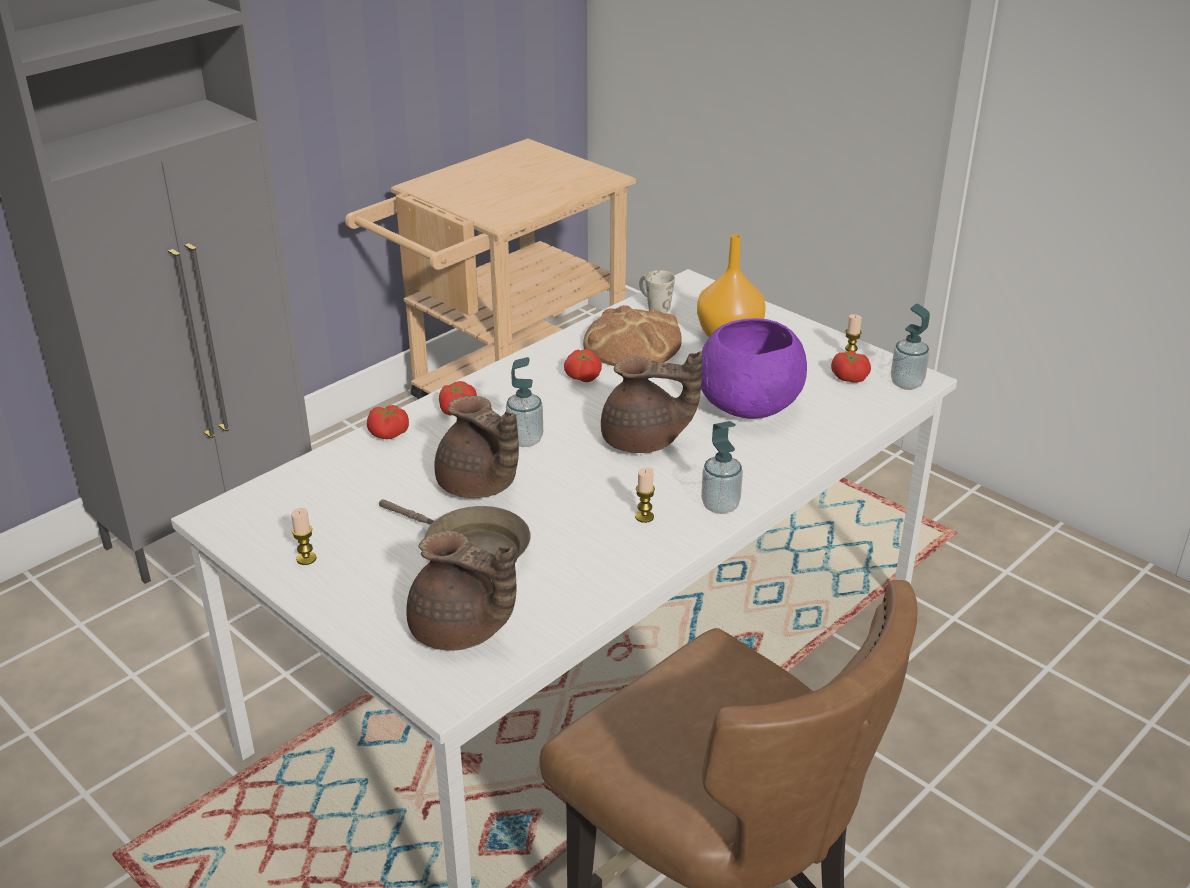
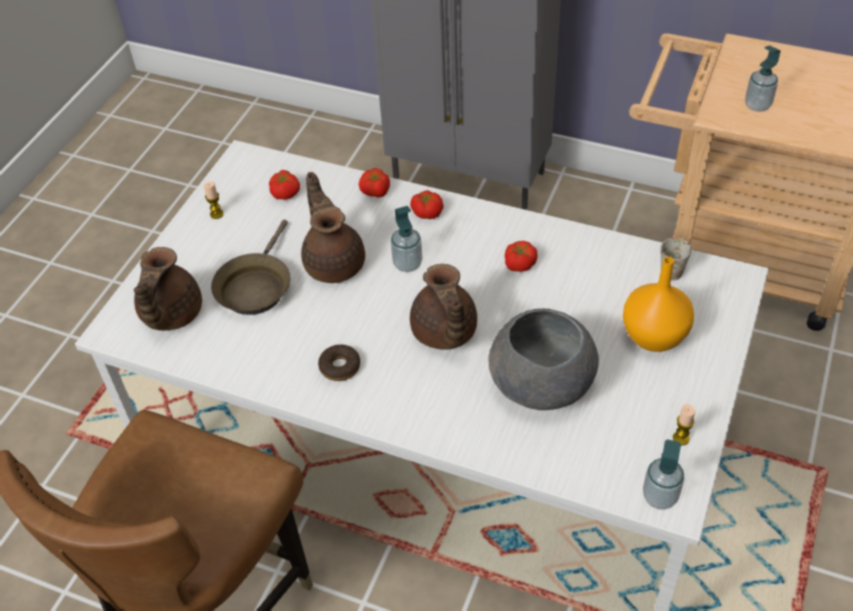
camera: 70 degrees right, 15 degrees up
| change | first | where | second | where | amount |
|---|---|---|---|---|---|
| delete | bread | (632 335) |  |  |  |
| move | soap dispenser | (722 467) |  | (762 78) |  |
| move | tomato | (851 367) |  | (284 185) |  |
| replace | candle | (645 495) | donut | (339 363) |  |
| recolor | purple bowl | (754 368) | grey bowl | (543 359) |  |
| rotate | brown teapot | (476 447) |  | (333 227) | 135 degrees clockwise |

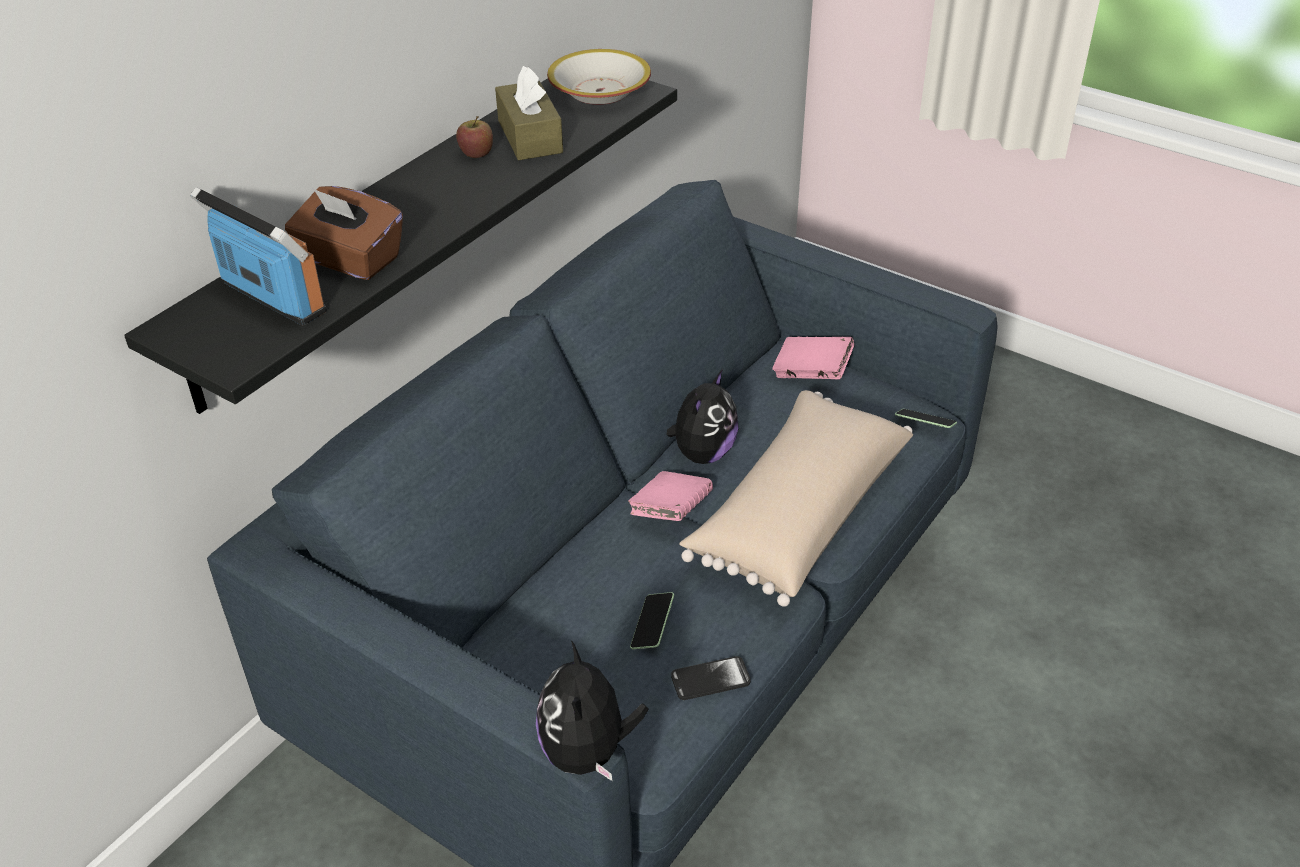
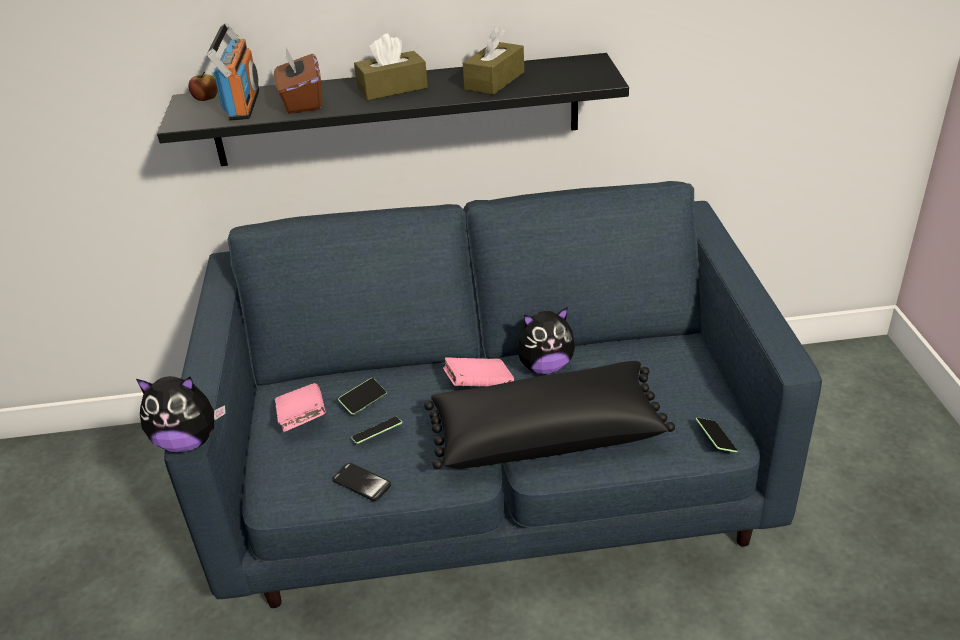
camera: 50 degrees right, 5 degrees down
| change | first | where | second | where | amount |
|---|---|---|---|---|---|
| delete | bowl | (599 77) |  |  |  |
| insert |  |  | phone | (362 396) |  |
| insert |  |  | brown tissue box | (391 67) |  |
| move | apple | (474 137) |  | (203 86) |  |
| move | pink book | (813 357) |  | (300 407) |  |
| recolor | beige pillow | (796 498) | black pillow | (549 415) |  |
| rotate | plush toy | (592 711) |  | (181 414) | 135 degrees counterclockwise |

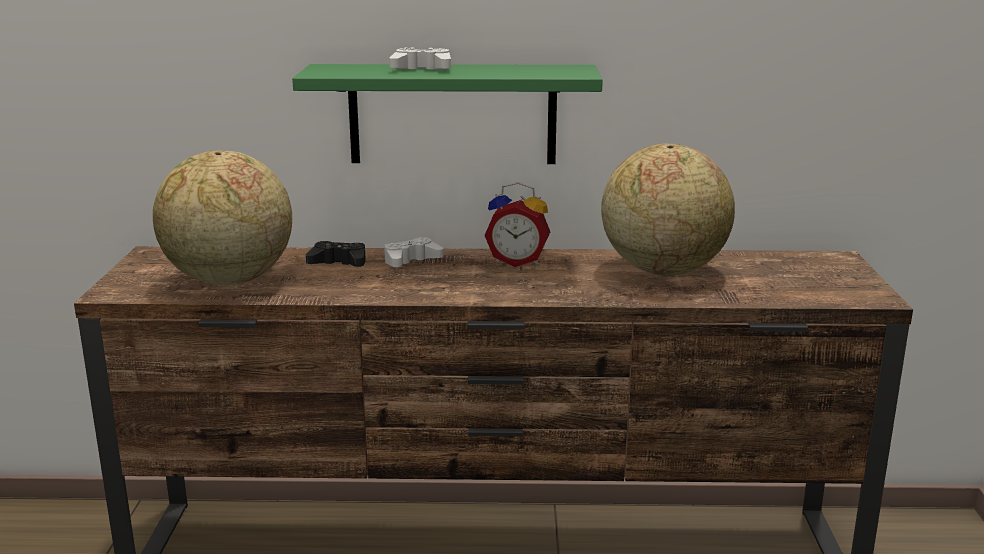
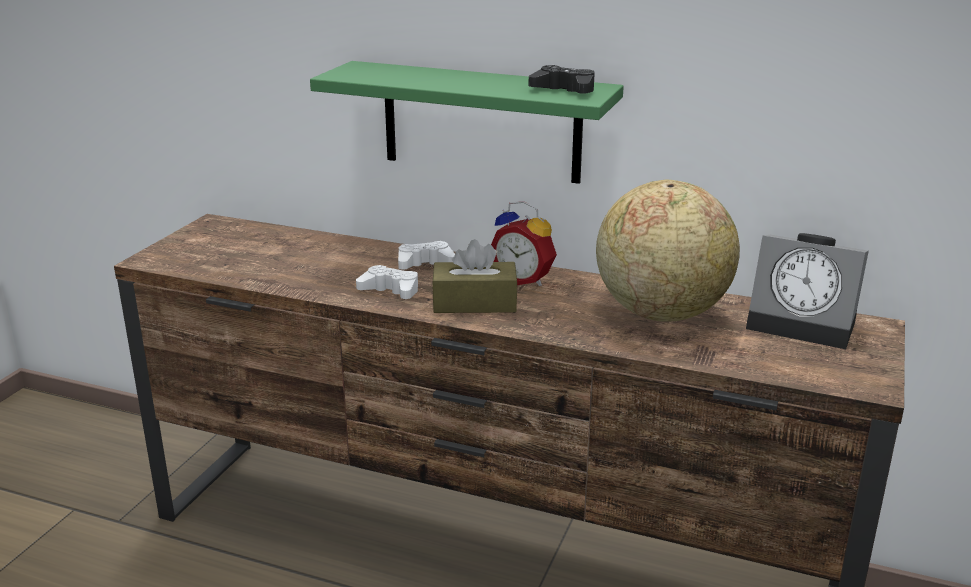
camera: 20 degrees right, 5 degrees up
| change | first | where | second | where | amount |
|---|---|---|---|---|---|
| delete | globe | (222 217) |  |  |  |
| insert |  |  | brown tissue box | (475 276) |  |
| insert |  |  | alarm clock | (807 291) |  |
| move | black game controller | (336 254) |  | (562 79) |  |
| move | white game controller | (420 58) |  | (387 282) |  |

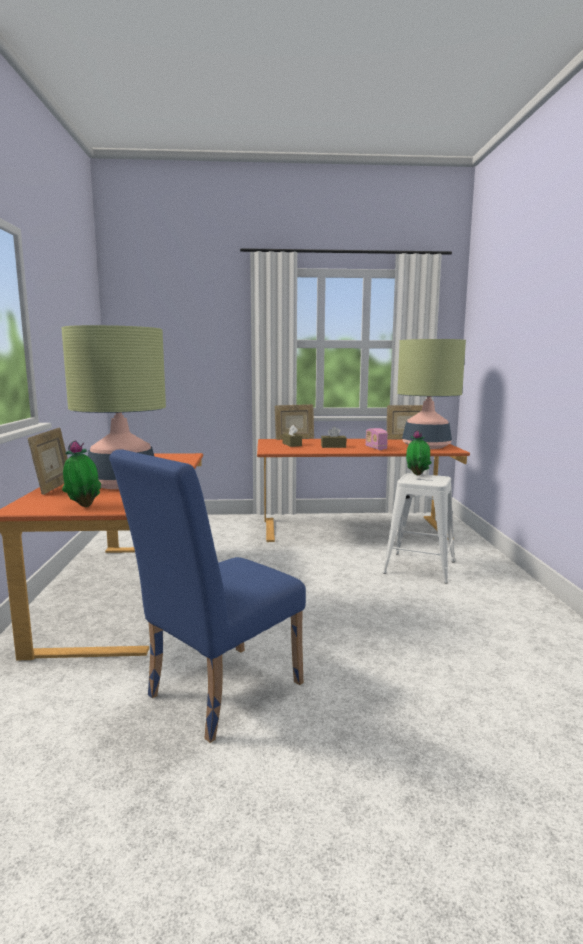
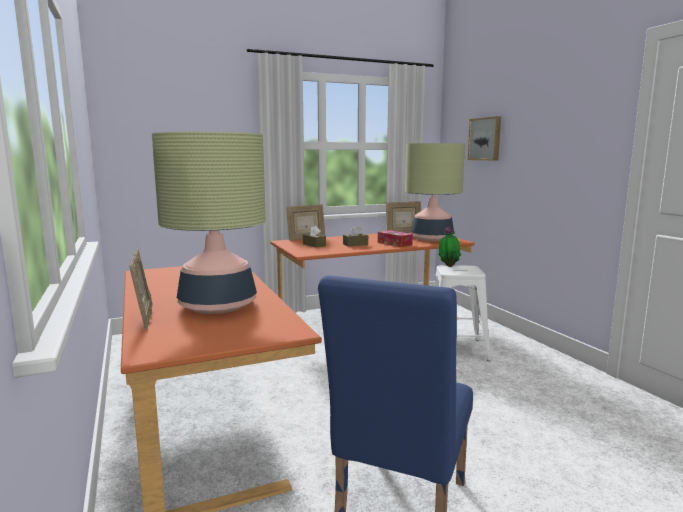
camera: 20 degrees left, 0 degrees up
| change | first | where | second | where | amount |
|---|---|---|---|---|---|
| delete | potted plant | (81 473) |  |  |  |
| insert |  |  | picture | (484 138) |  |
| replace | radio | (376 439) | tissue box | (395 238) |  |

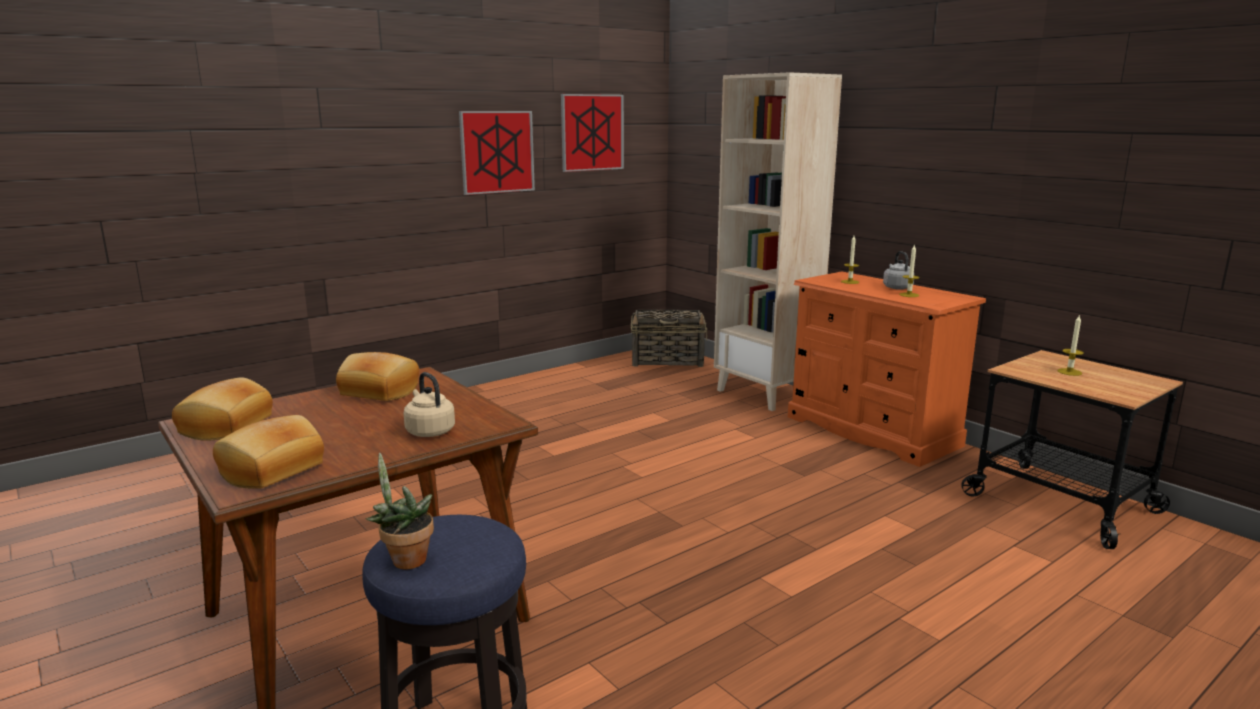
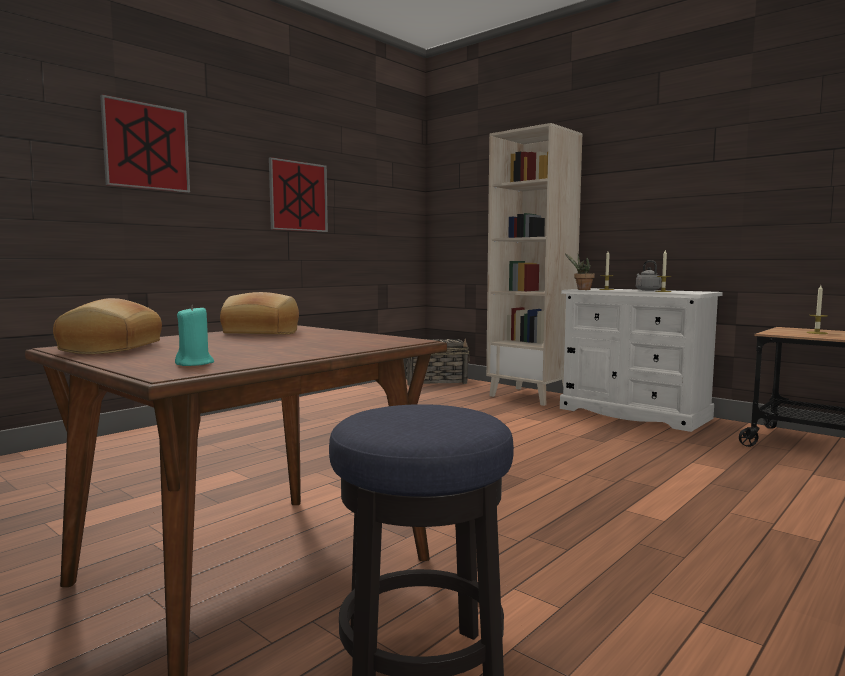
camera: 10 degrees left, 10 degrees down
| change | first | where | second | where | amount |
|---|---|---|---|---|---|
| delete | beige kettle | (429 404) |  |  |  |
| move | potted plant | (400 511) |  | (580 272) |  |
| move | picture | (592 133) |  | (145 143) |  |
| replace | bread | (268 452) | turquoise candle | (194 335) |  |
| recolor | orange dresser | (887 369) | white dresser | (641 360) |  |

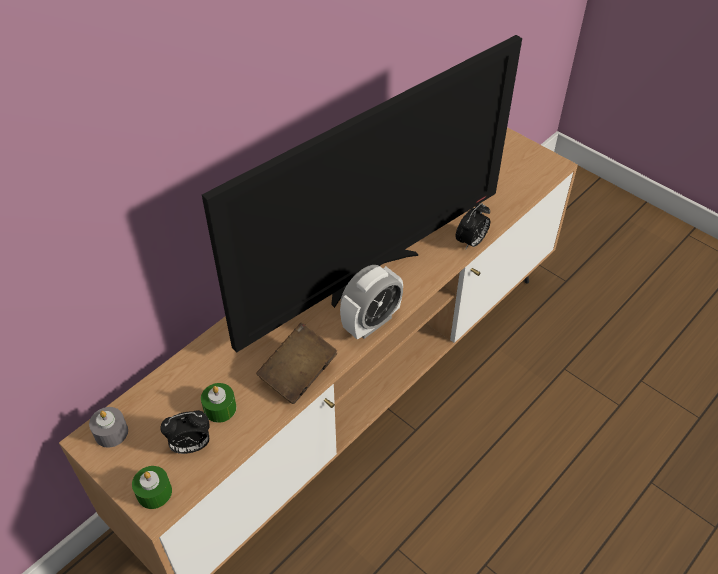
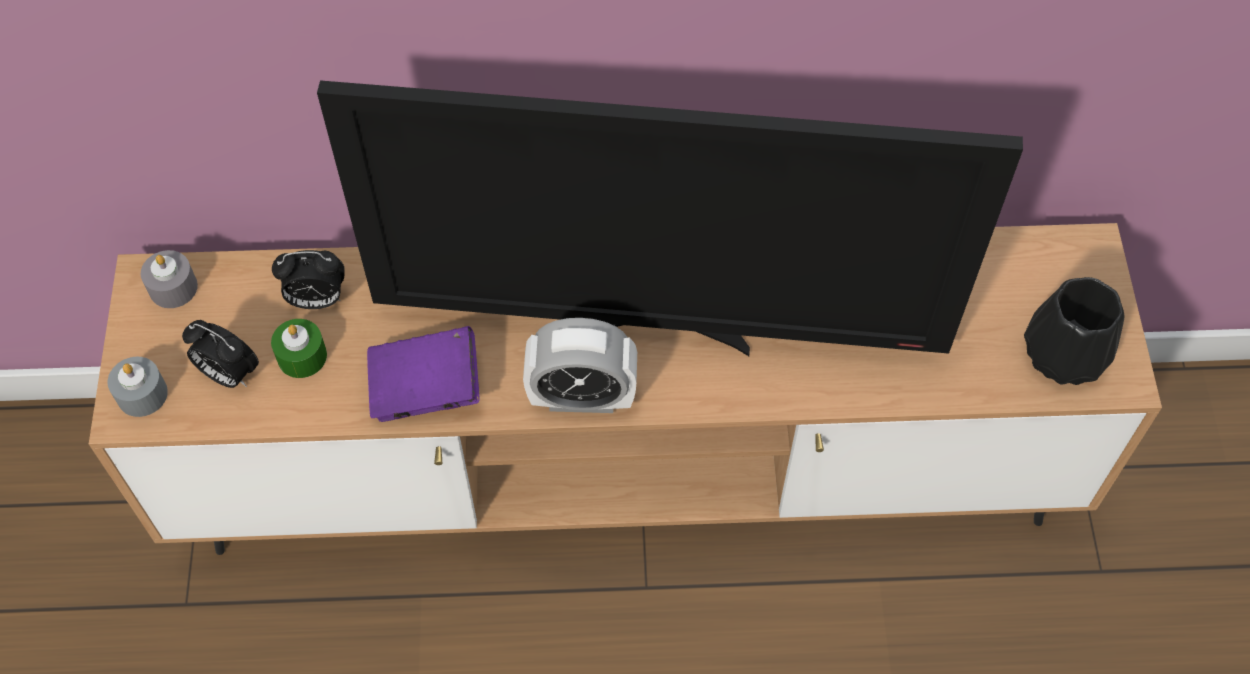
camera: 45 degrees right, 10 degrees up
| change | first | where | second | where | amount |
|---|---|---|---|---|---|
| insert |  |  | black vase | (1074 331) |  |
| move | alarm clock | (473 226) |  | (308 279) |  |
| recolor | green candle | (152 487) | grey candle | (138 387) |  |
| recolor | brown book | (296 363) | purple book | (423 374) |  |

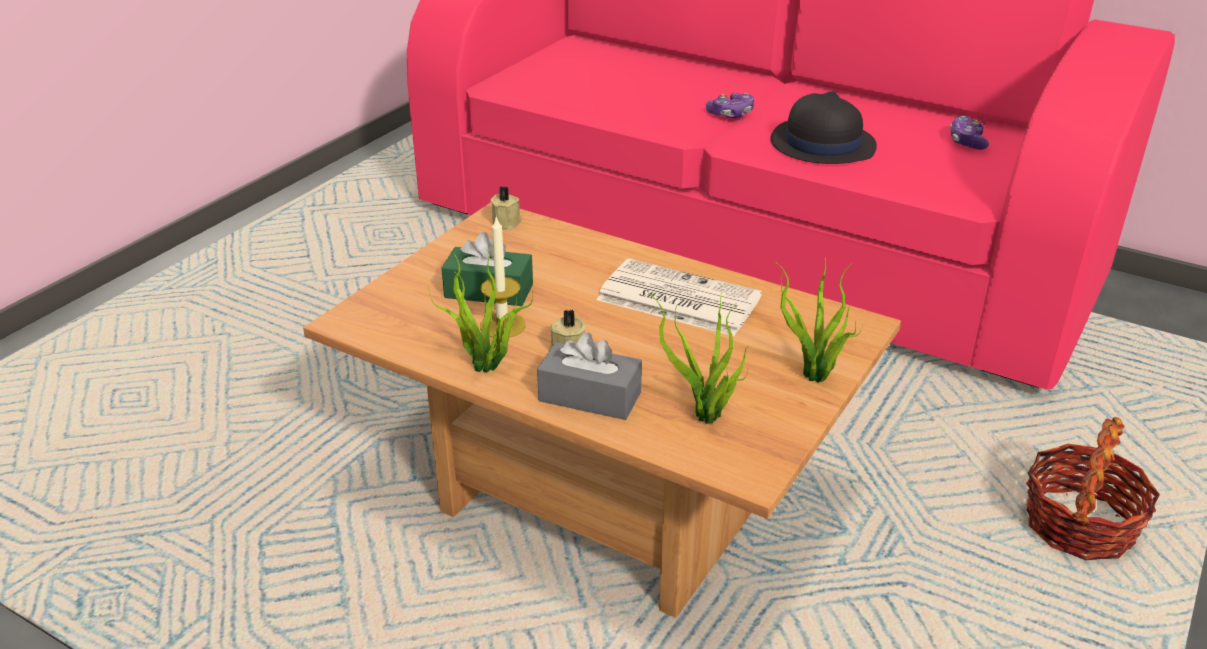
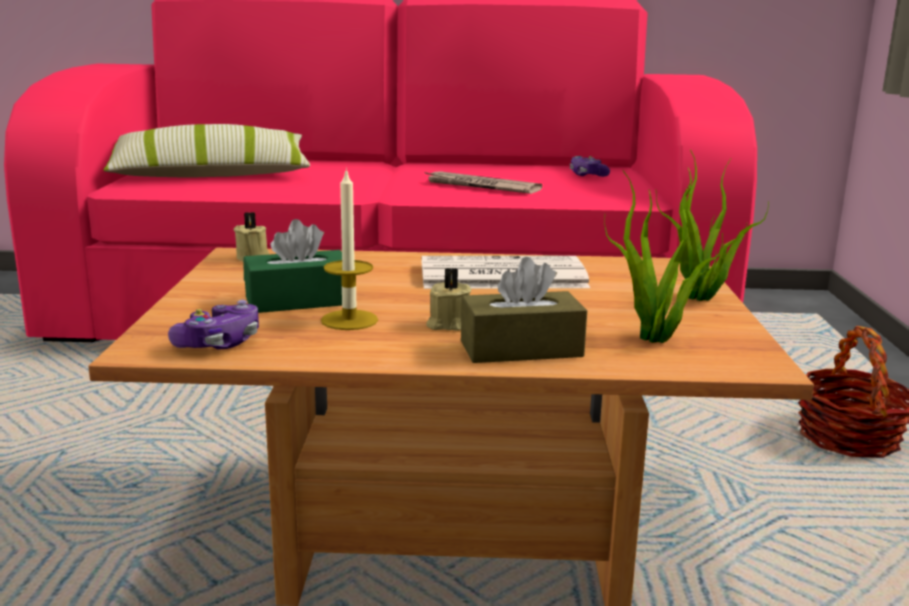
camera: 30 degrees left, 15 degrees down
| change | first | where | second | where | amount |
|---|---|---|---|---|---|
| delete | potted plant | (480 311) |  |  |  |
| insert |  |  | pillow | (207 151) |  |
| move | game controller | (730 105) |  | (213 324) |  |
| replace | black hat | (823 127) | newspaper | (483 182) |  |
| recolor | grey tissue box | (589 376) | brown tissue box | (524 310) |  |

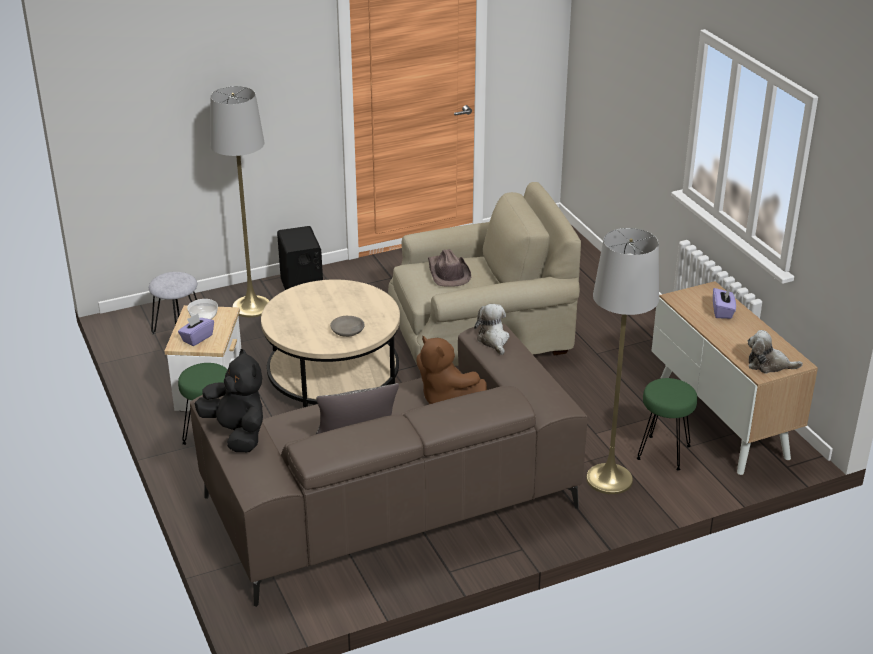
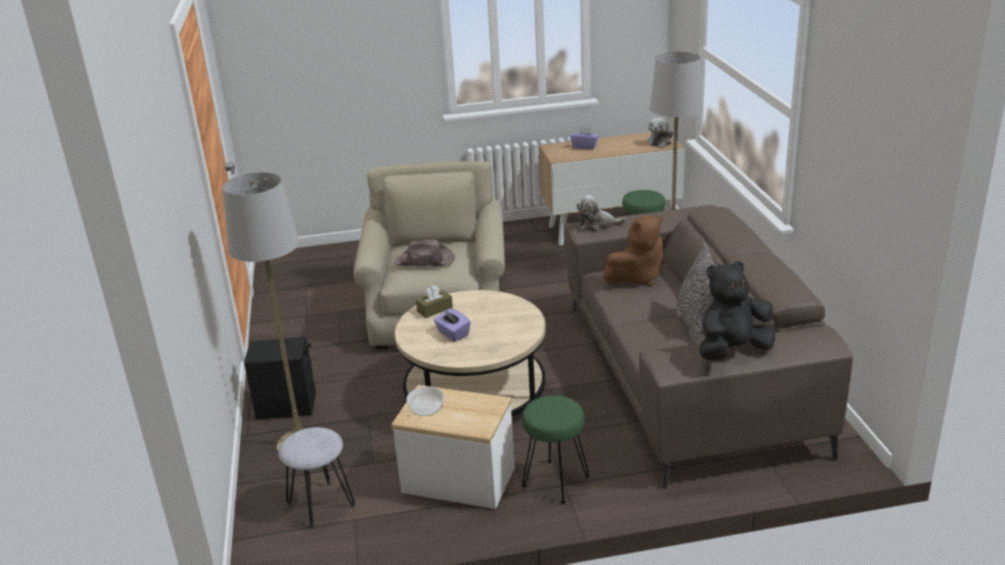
camera: 75 degrees left, 5 degrees down
| change | first | where | second | where | amount |
|---|---|---|---|---|---|
| delete | grey bowl | (347 326) |  |  |  |
| insert |  |  | brown tissue box | (434 301) |  |
| move | purple tissue box | (196 329) |  | (452 324) |  |

